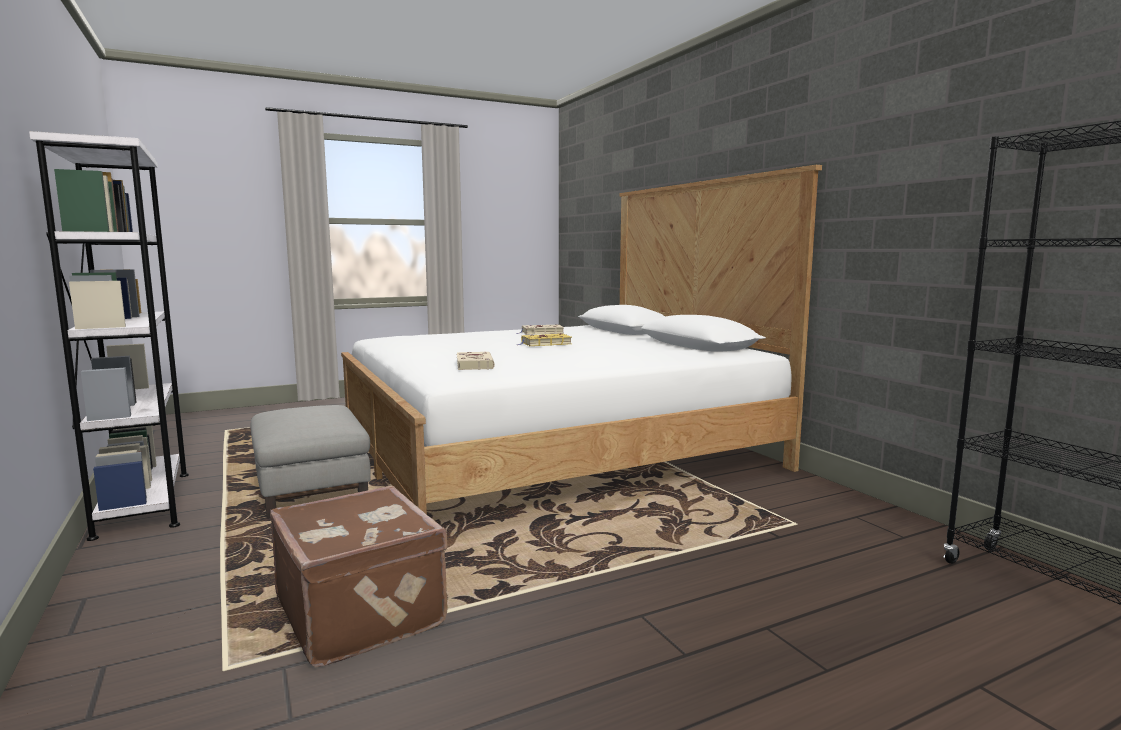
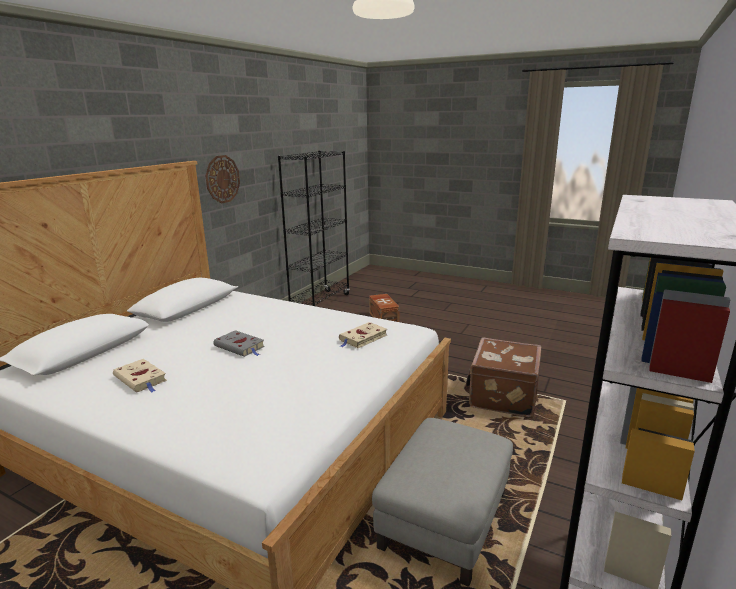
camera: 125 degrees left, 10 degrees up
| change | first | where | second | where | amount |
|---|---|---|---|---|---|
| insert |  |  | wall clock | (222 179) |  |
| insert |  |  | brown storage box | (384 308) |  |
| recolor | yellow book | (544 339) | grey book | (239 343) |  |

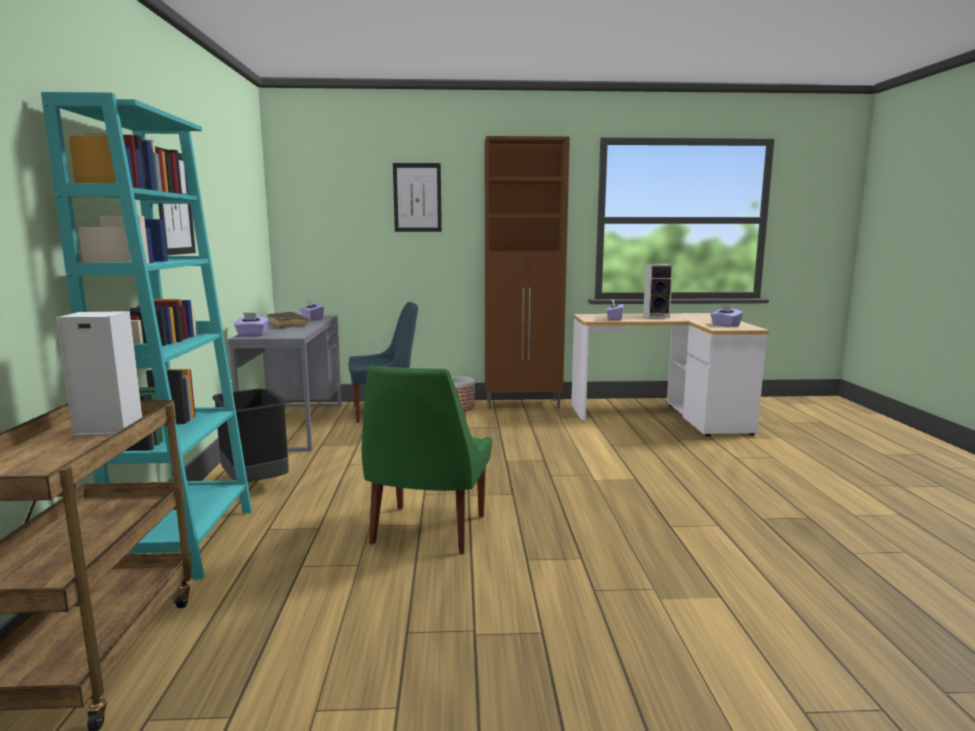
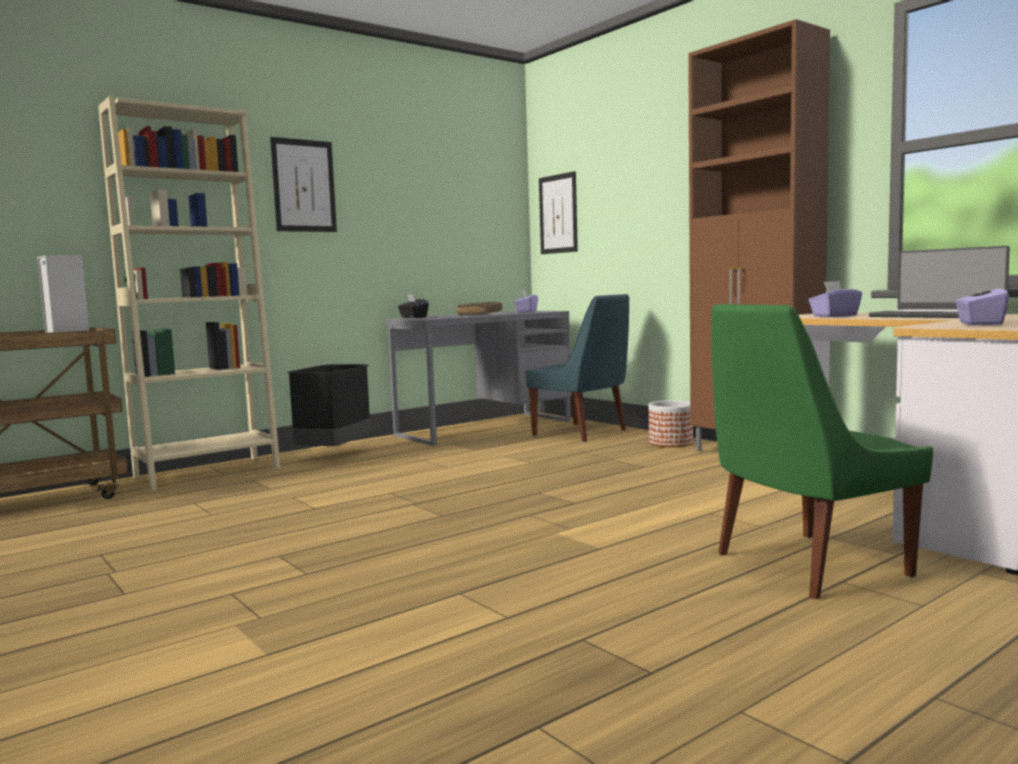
camera: 55 degrees right, 5 degrees down
| change | first | where | second | where | amount |
|---|---|---|---|---|---|
| move | green chair | (427 459) |  | (822 451) |  |
| move | picture | (417 197) |  | (558 212) |  |
| replace | speaker | (658 291) | laptop | (939 282) |  |
| recolor | turquoise bookcase | (146 336) | beige bookcase | (189 293) |  |
| recolor | purple tissue box | (251 324) | black tissue box | (413 306) |  |

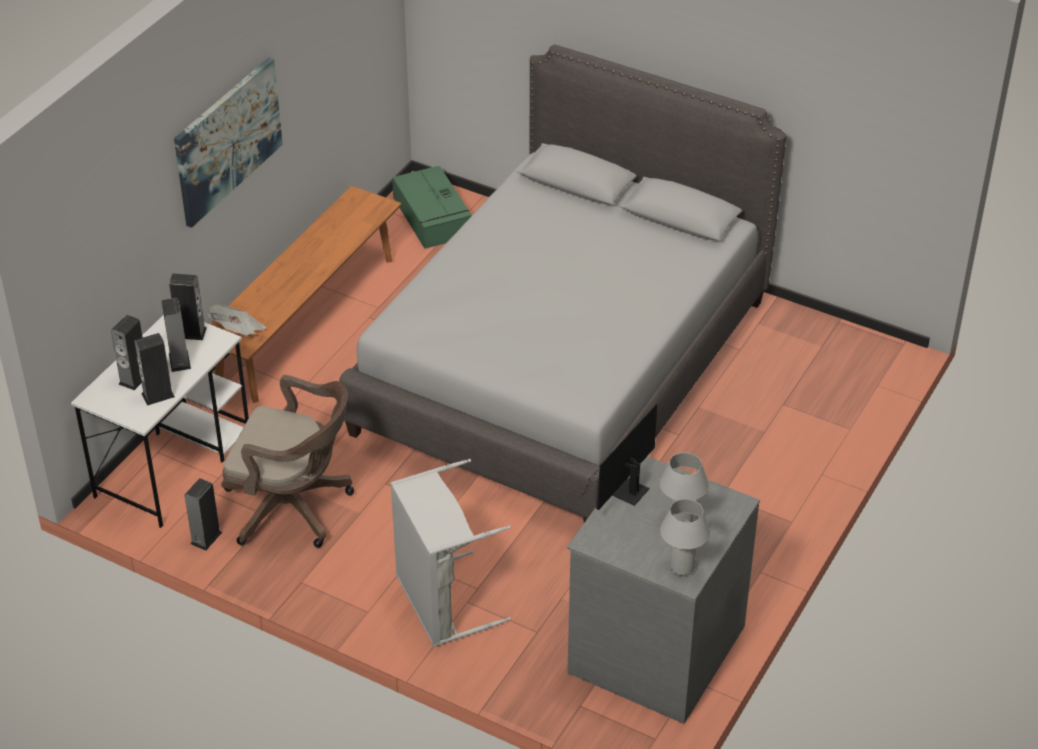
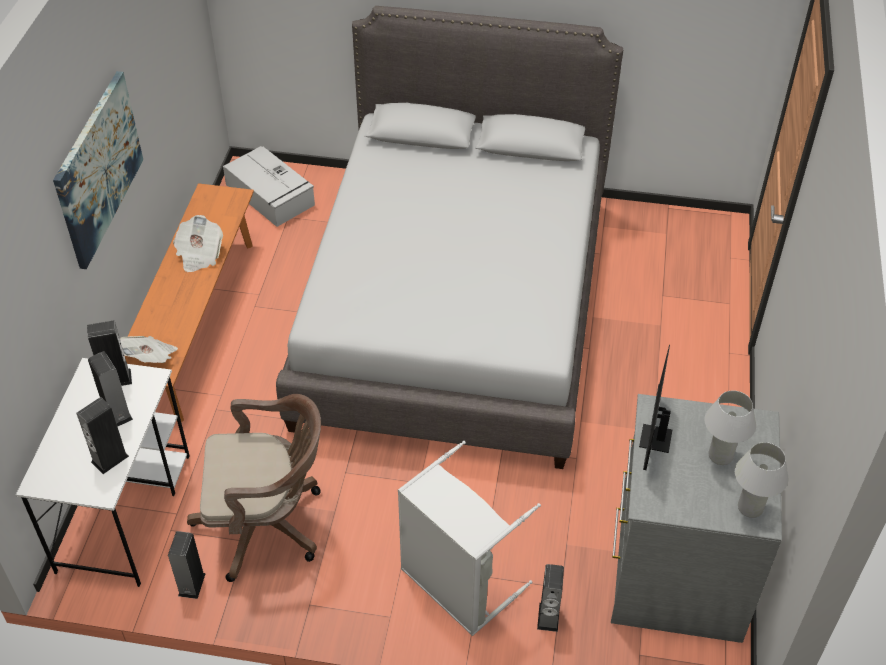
camera: 20 degrees left, 5 degrees up
| change | first | where | second | where | amount |
|---|---|---|---|---|---|
| insert |  |  | newspaper | (198 243) |  |
| move | speaker | (127 352) |  | (550 598) |  |
| recolor | green storage box | (432 207) | grey storage box | (269 186) |  |

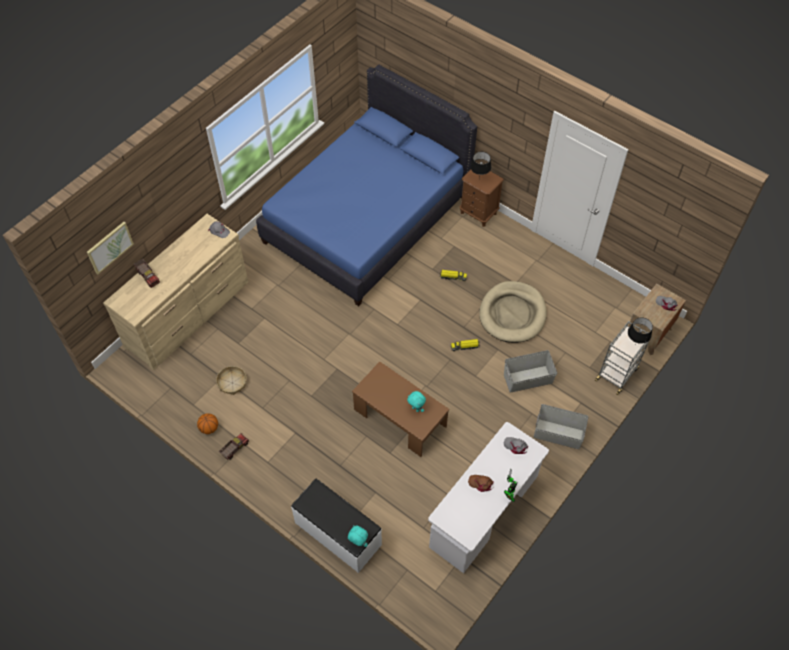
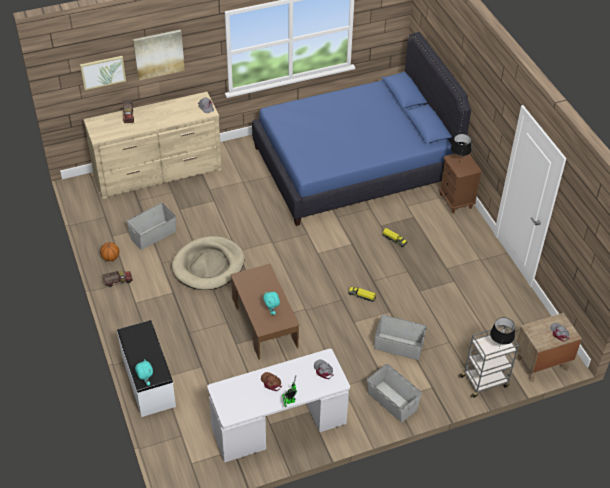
camera: 30 degrees right, 10 degrees down
| change | first | where | second | where | amount |
|---|---|---|---|---|---|
| insert |  |  | picture | (159 55) |  |
| move | beige dog bed | (513 312) |  | (208 263) |  |
| replace | basket | (231 380) | grey storage box | (151 226) |  |

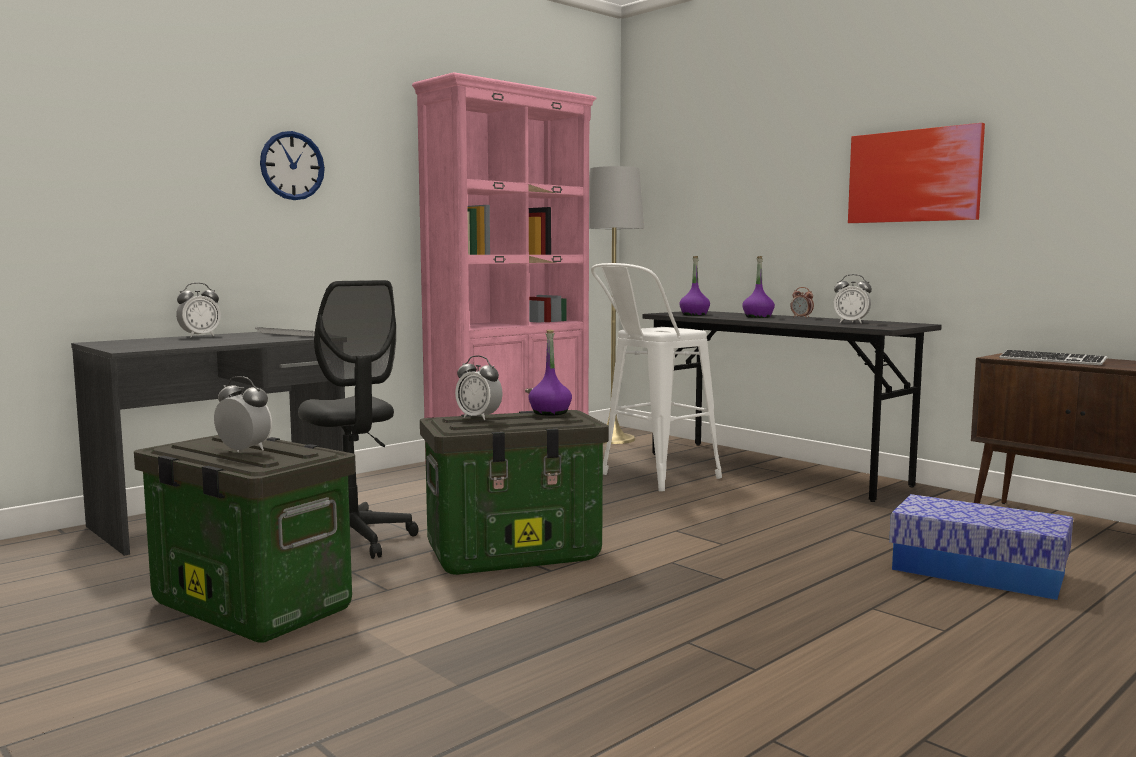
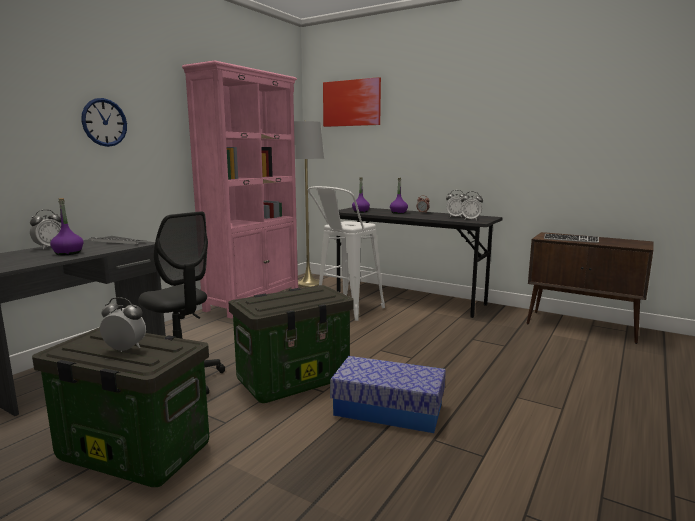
camera: 15 degrees left, 5 degrees up
| change | first | where | second | where | amount |
|---|---|---|---|---|---|
| move | alarm clock | (479 387) |  | (472 205) |  |
| move | purple bottle | (550 373) |  | (67 226) |  |
| move | picture | (916 173) |  | (352 102) |  |
| move | storage box | (981 547) |  | (388 394) |  |

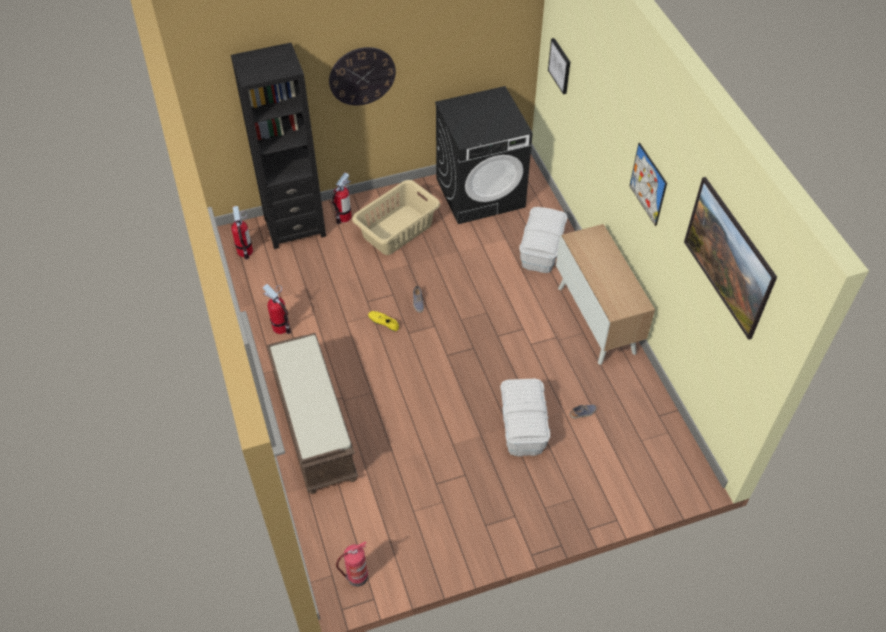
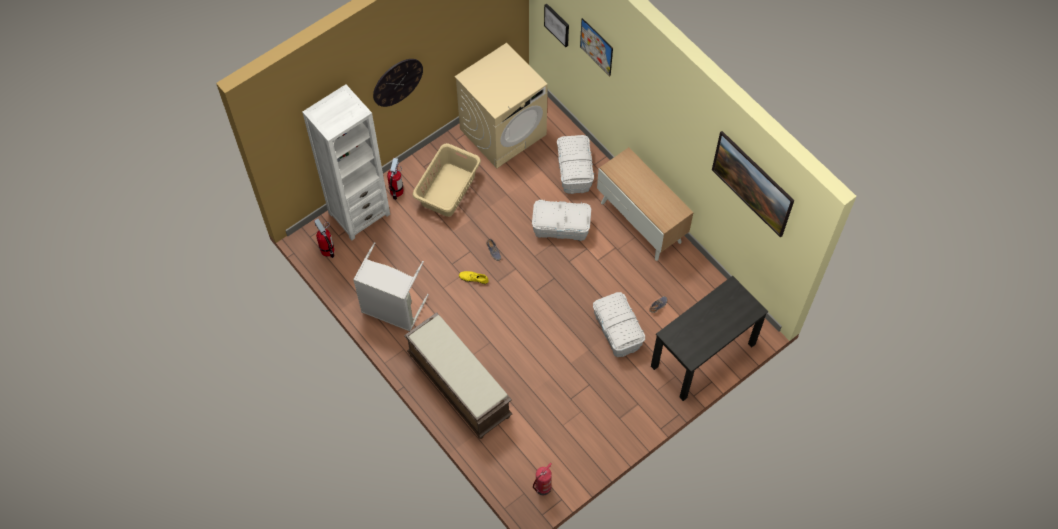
camera: 20 degrees left, 10 degrees up
| change | first | where | second | where | amount |
|---|---|---|---|---|---|
| insert |  |  | white storage box | (561 220) |  |
| insert |  |  | black desk | (709 338) |  |
| move | picture | (648 184) |  | (596 47) |  |
| replace | fire extinguisher | (277 309) | grey laundry basket | (391 287) |  |
| recolor | black bookcase | (278 146) | white bookcase | (346 162) |  |
| recolor | black washing machine | (484 155) | beige washing machine | (501 105) |  |

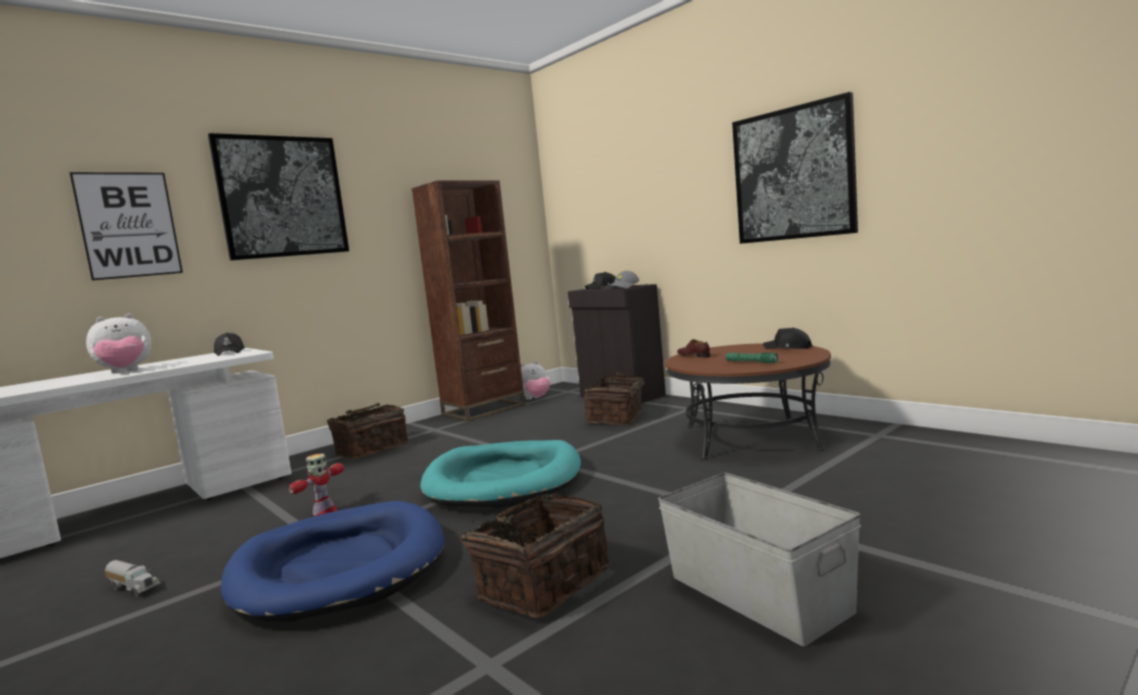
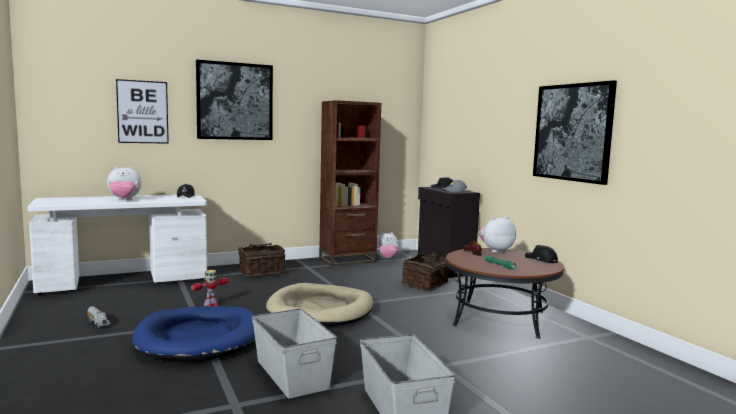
camera: 15 degrees right, 0 degrees up
| change | first | where | second | where | amount |
|---|---|---|---|---|---|
| insert |  |  | plush toy | (497 234) |  |
| replace | basket | (531 556) | grey storage box | (294 354) |  |
| recolor | turquoise dog bed | (500 474) | beige dog bed | (319 305) |  |

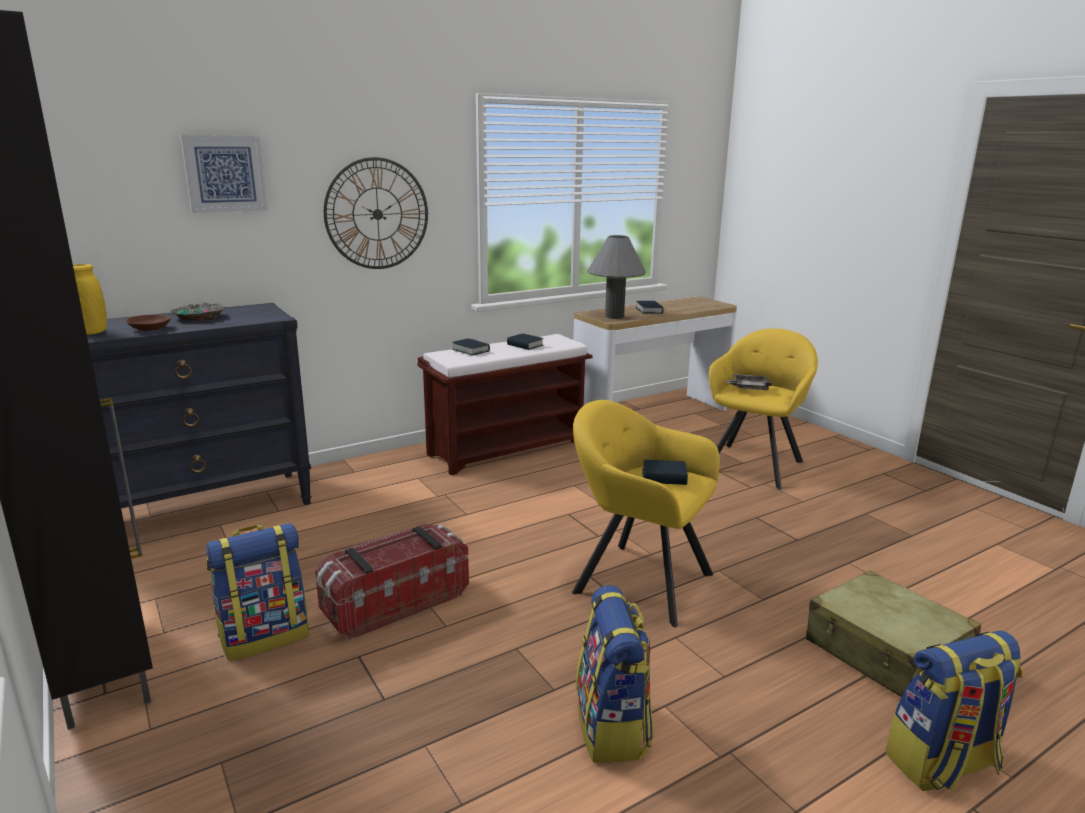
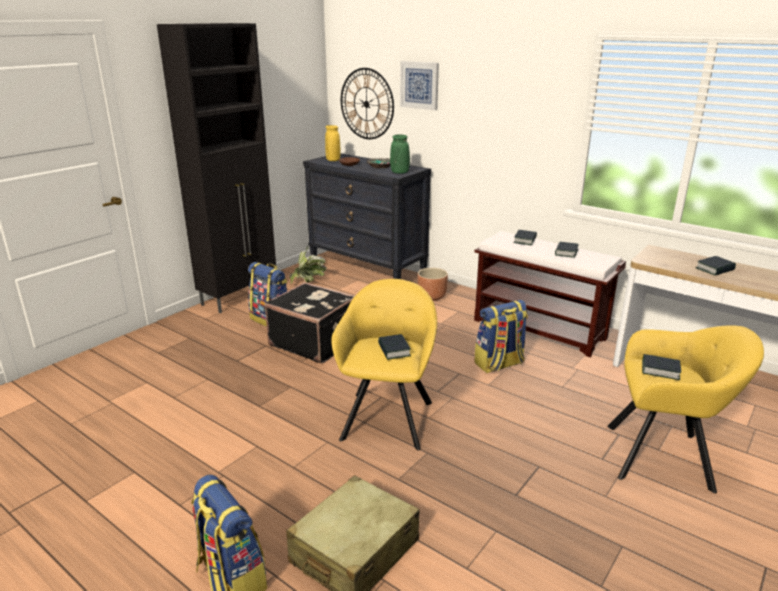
camera: 70 degrees right, 5 degrees up
| change | first | where | second | where | amount |
|---|---|---|---|---|---|
| delete | grey table lamp | (616 277) |  |  |  |
| insert |  |  | potted plant | (308 264) |  |
| insert |  |  | green vase | (400 154) |  |
| insert |  |  | brown planter | (433 284) |  |
| move | wall clock | (376 213) |  | (367 103) |  |
| move | backpack | (614 674) |  | (501 336) |  |
| replace | storage box | (392 582) | black suitcase | (309 322) |  |
| replace | grey tray | (749 382) | book | (661 367) |  |

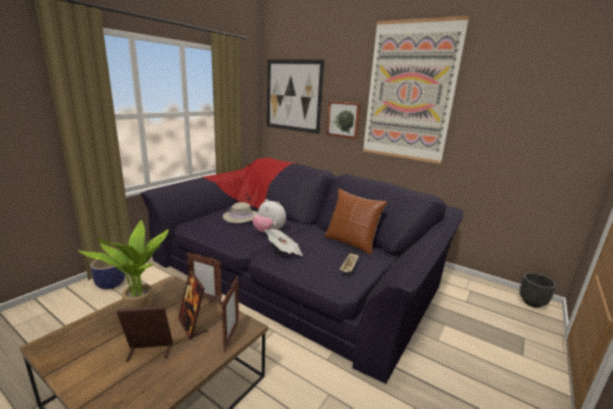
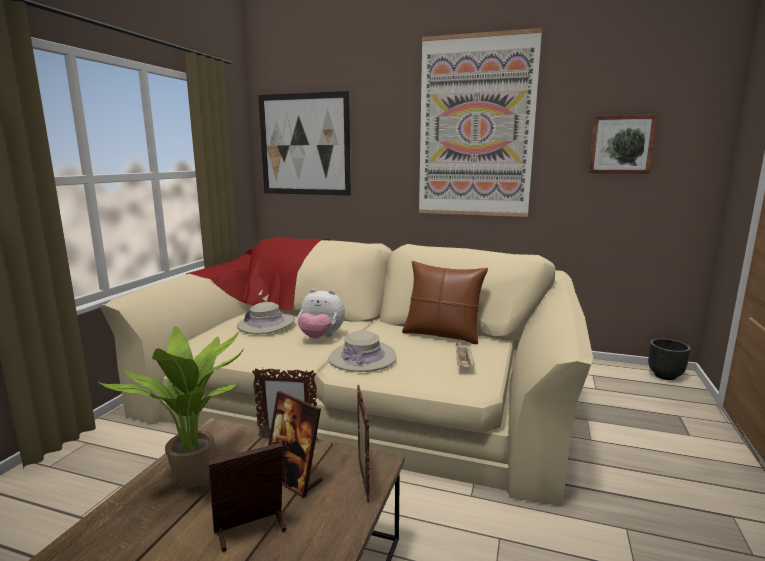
camera: 15 degrees left, 5 degrees down
| change | first | where | second | where | amount |
|---|---|---|---|---|---|
| delete | planter | (107 272) |  |  |  |
| move | picture | (343 120) |  | (623 144) |  |
| replace | newspaper | (284 242) | beige hat | (362 351) |  |
| recolor | black sofa | (302 270) | beige sofa | (346 371) |  |

